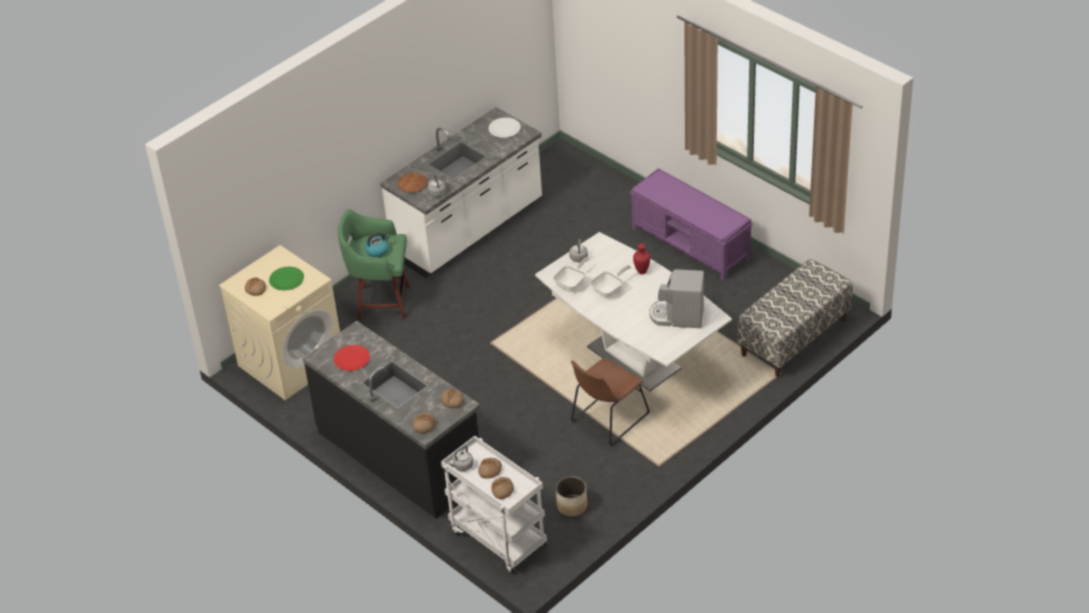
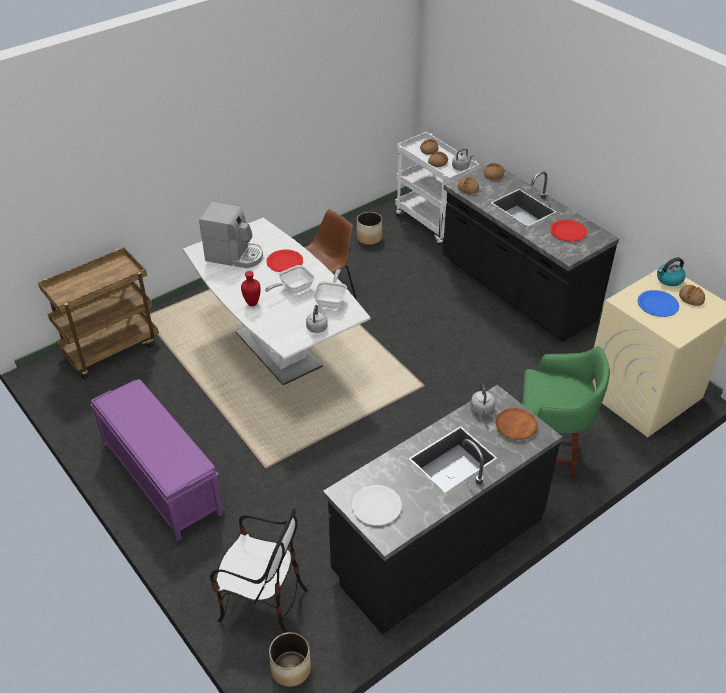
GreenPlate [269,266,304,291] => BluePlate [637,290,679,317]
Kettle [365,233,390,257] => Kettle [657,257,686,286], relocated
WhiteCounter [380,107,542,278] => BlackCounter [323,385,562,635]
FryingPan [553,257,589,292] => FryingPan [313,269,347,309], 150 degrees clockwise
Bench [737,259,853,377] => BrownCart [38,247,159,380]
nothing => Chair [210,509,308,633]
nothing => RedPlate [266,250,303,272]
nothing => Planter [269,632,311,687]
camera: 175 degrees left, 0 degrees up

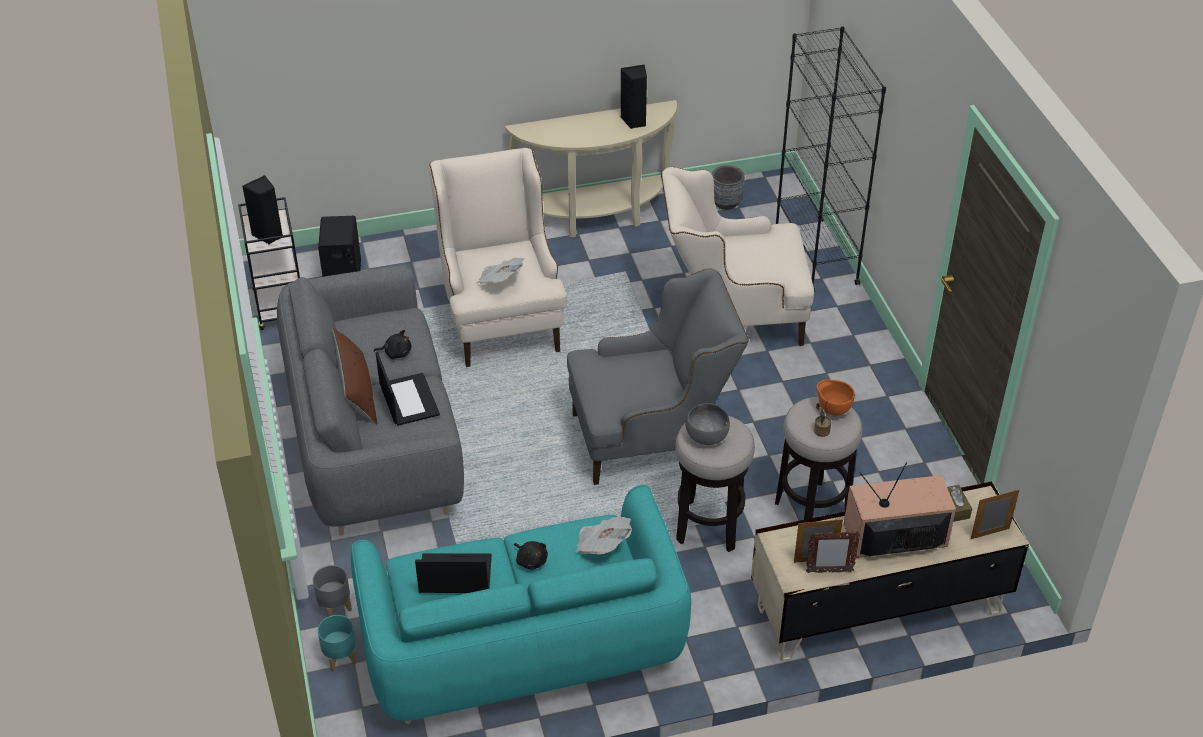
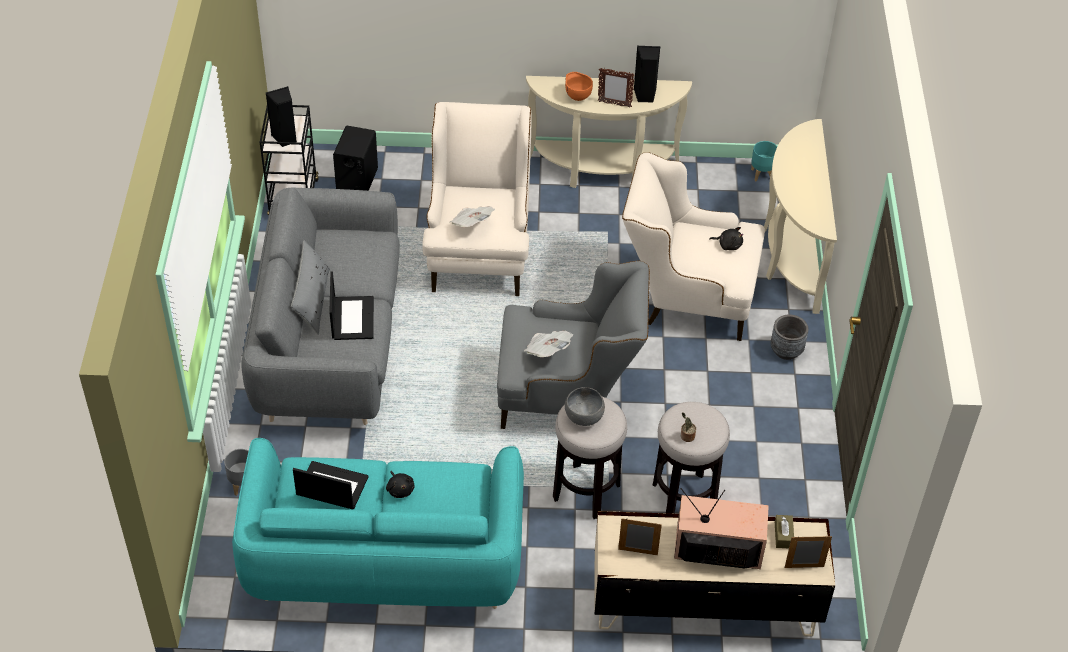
TurquoisePlanter [318,615,357,672] => TurquoisePlanter [751,141,777,181], relocated
BrownPillow [332,328,377,425] => GreyPillow [291,240,330,335]
BlackPlushToy [374,330,411,359] => BlackPlushToy [709,227,743,250], relocated
Newspaper [576,516,632,554] => Newspaper [524,330,573,357], relocated
GreyPlanter [712,166,745,210] => GreyPlanter [771,314,808,360], relocated
BlackBookcase [776,26,886,293] => BeigeConsoleTable [764,119,837,314]
PictureFrame [806,531,860,573] => PictureFrame [598,68,635,108], relocated
OrangeBowl [816,379,855,416] => OrangeBowl [565,72,593,101], relocated
camera: 15 degrees right, 5 degrees up

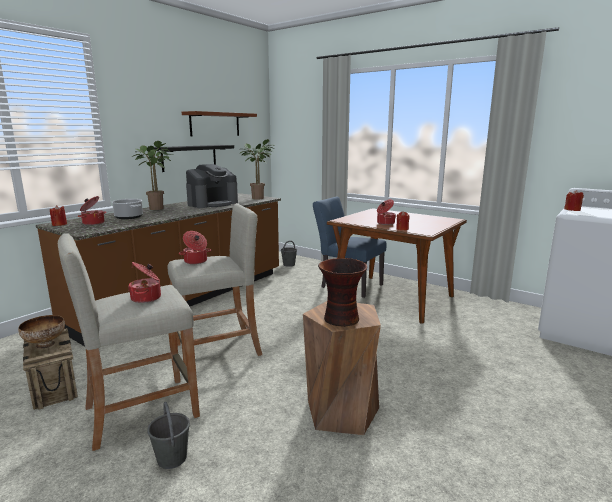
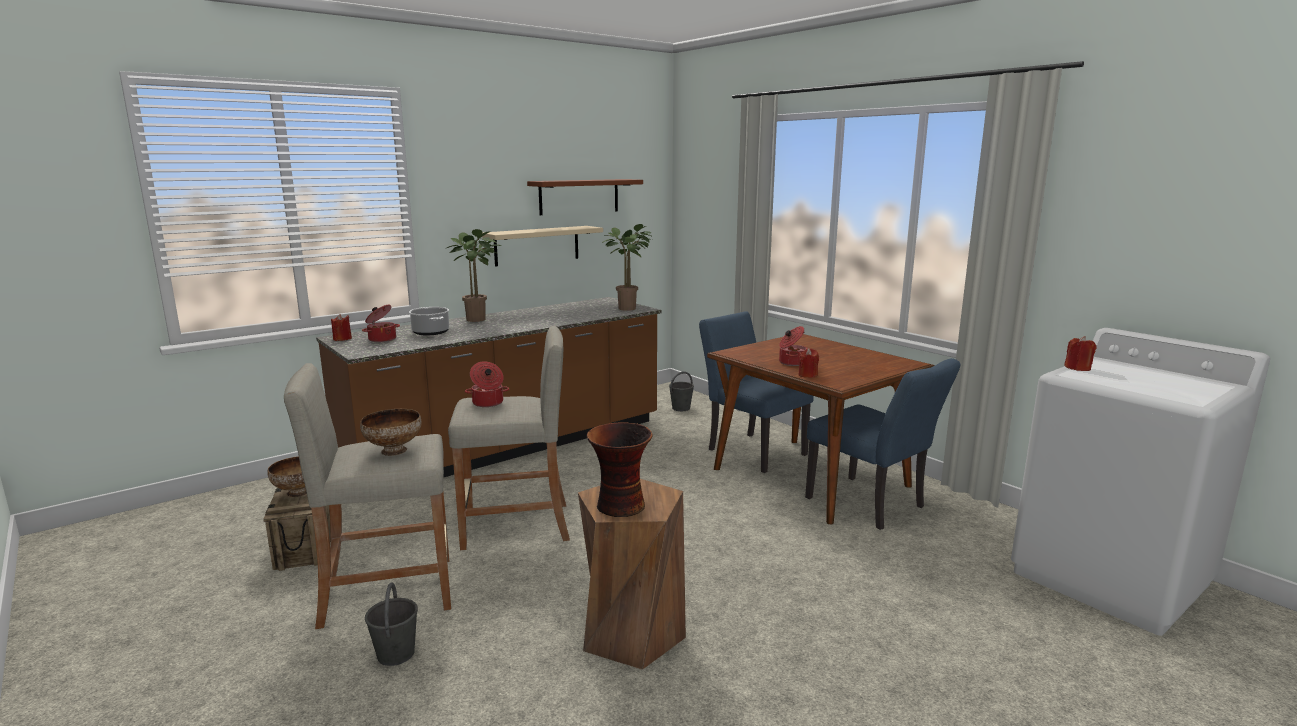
CookingPot [128,262,161,303] => Bowl [360,409,421,456]
BlackShelf [154,145,234,172] => BeigeShelf [482,226,603,267]
CoffeeMachine [186,164,238,208] => nothing
nothing => BlueChair [805,358,960,530]
camera: 15 degrees right, 0 degrees up

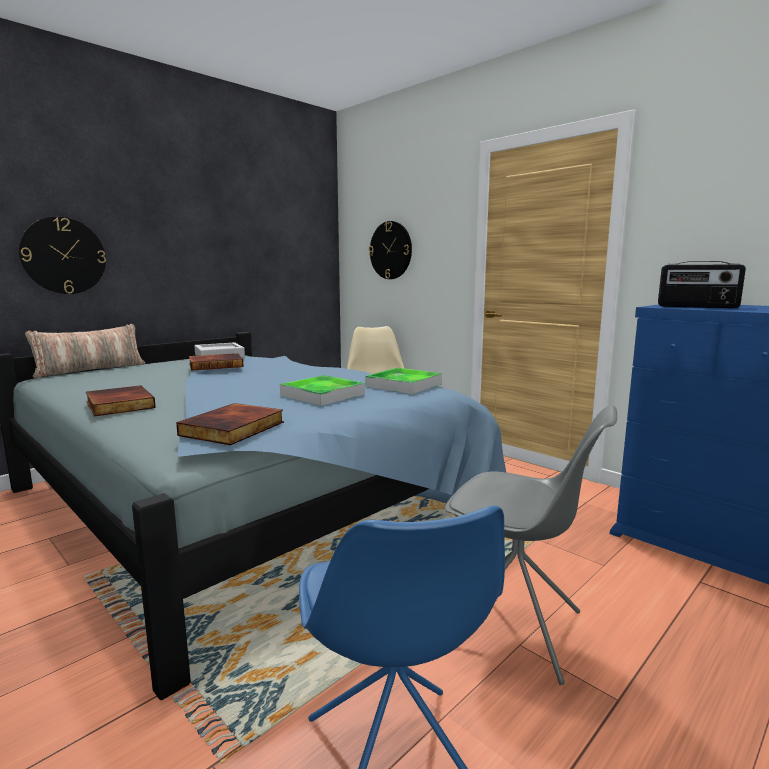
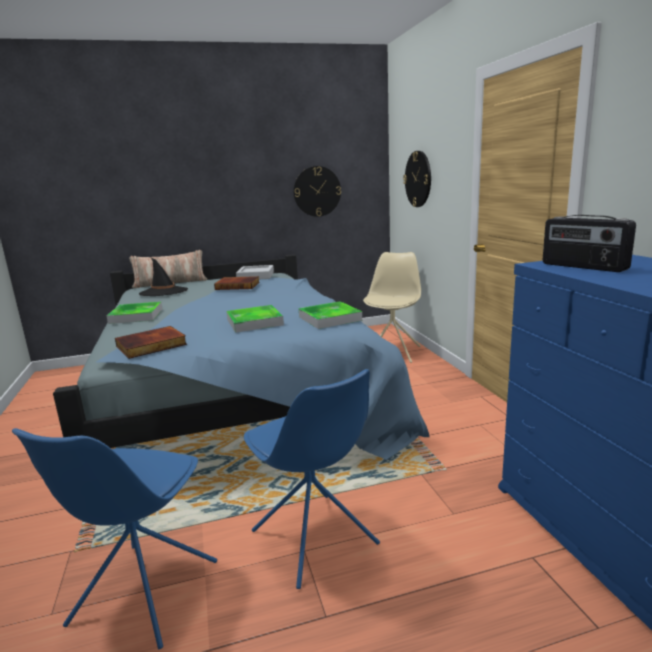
WallClock [19,217,106,294] => WallClock [293,166,341,217], relocated
Book [86,385,156,416] => Tray [107,302,162,324]
GreyChair [445,405,617,685] => BlueChair [244,369,380,589]
nothing => BlackHat [139,258,188,296]
camera: 30 degrees right, 5 degrees up

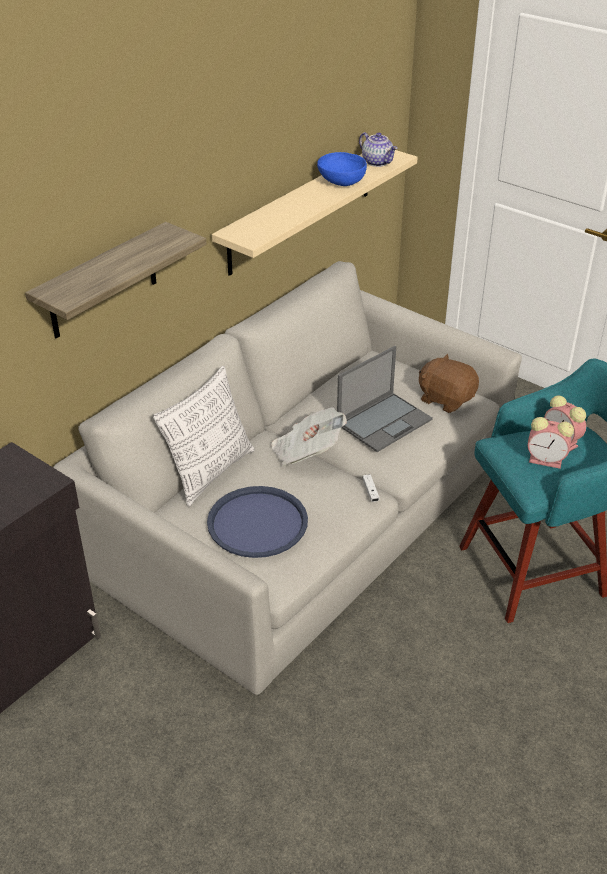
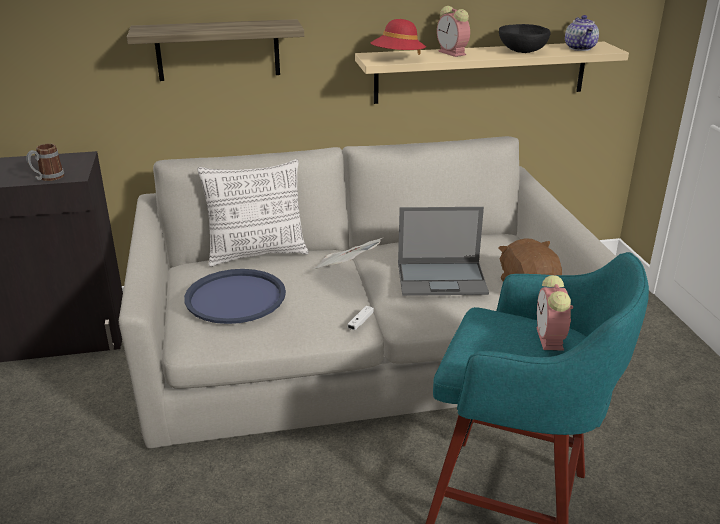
BlueBowl [317,152,367,186] => BlackBowl [499,24,551,53]
AlarmClock [528,417,574,469] => AlarmClock [437,6,470,57], relocated
nothing => Mug [26,144,64,181]
nothing => RedHat [370,19,426,55]
camera: 40 degrees right, 10 degrees down

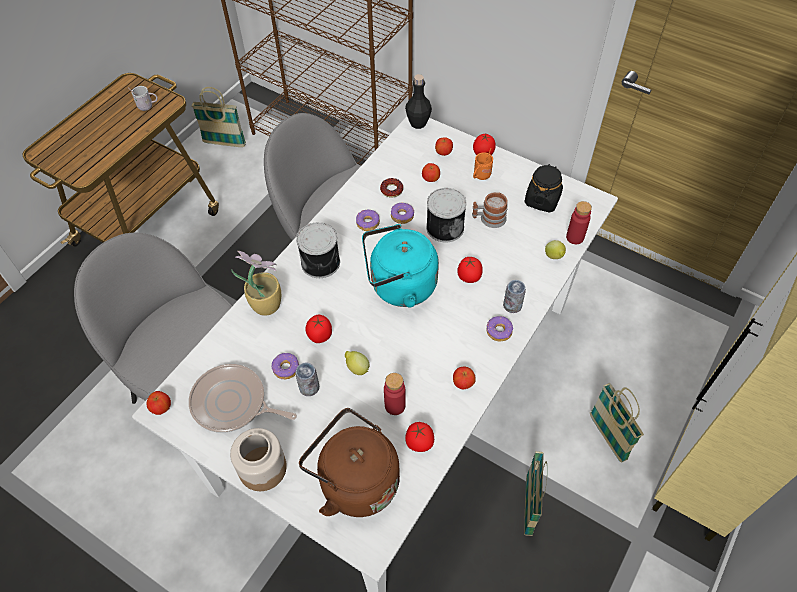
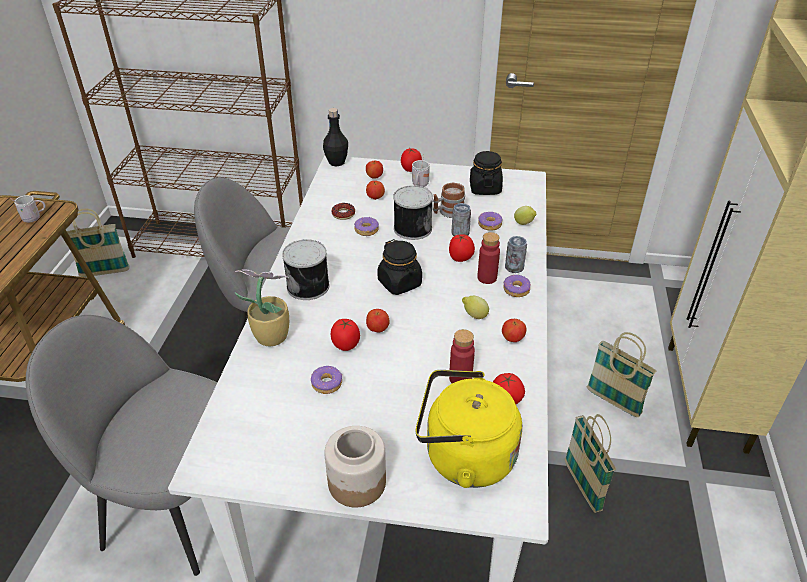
Apple [146,391,171,415] => Apple [366,309,390,332], relocated
FryingPan [189,364,297,433] => nothing
Can [295,363,319,396] => Can [452,203,471,236], relocated
BrownKettle [299,408,400,517] => YellowKettle [415,370,522,488]
Lemon [345,351,370,375] => Lemon [462,296,489,319], relocated
Donut [356,210,380,231] => Donut [478,212,502,231], relocated
TurquoiseKettle [362,224,439,308] => BlackJar [377,239,422,295]
OrangeMug [473,148,493,180] => WhiteMug [412,154,430,187]
RedBottle [566,201,592,244] => RedBottle [477,232,500,284], relocated
camera: 25 degrees left, 15 degrees down

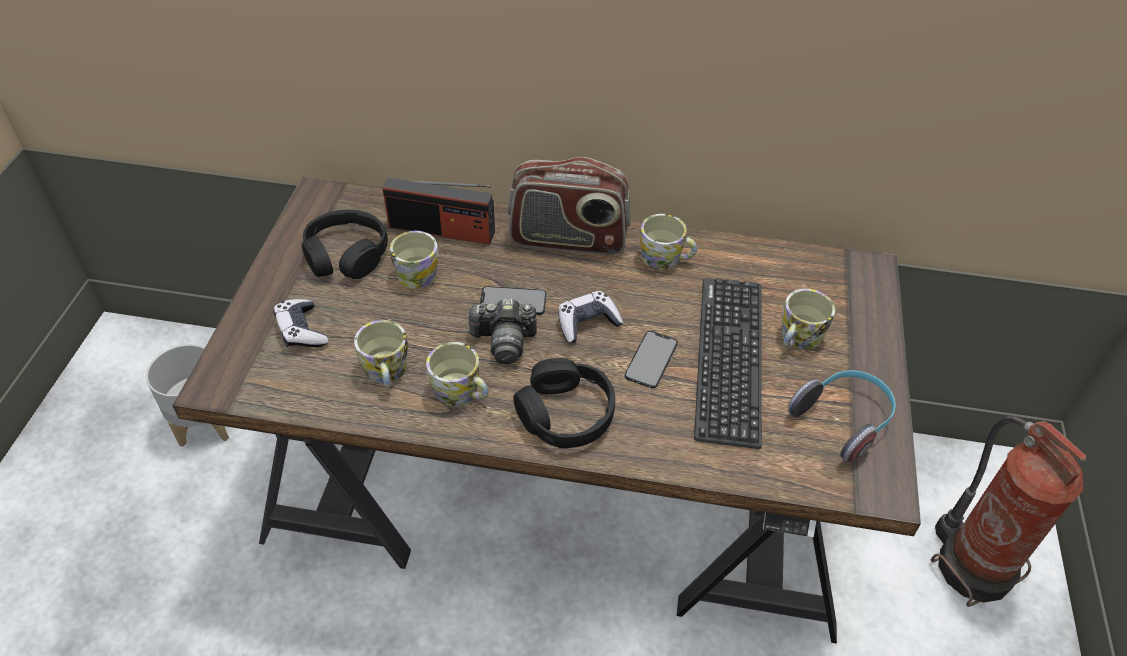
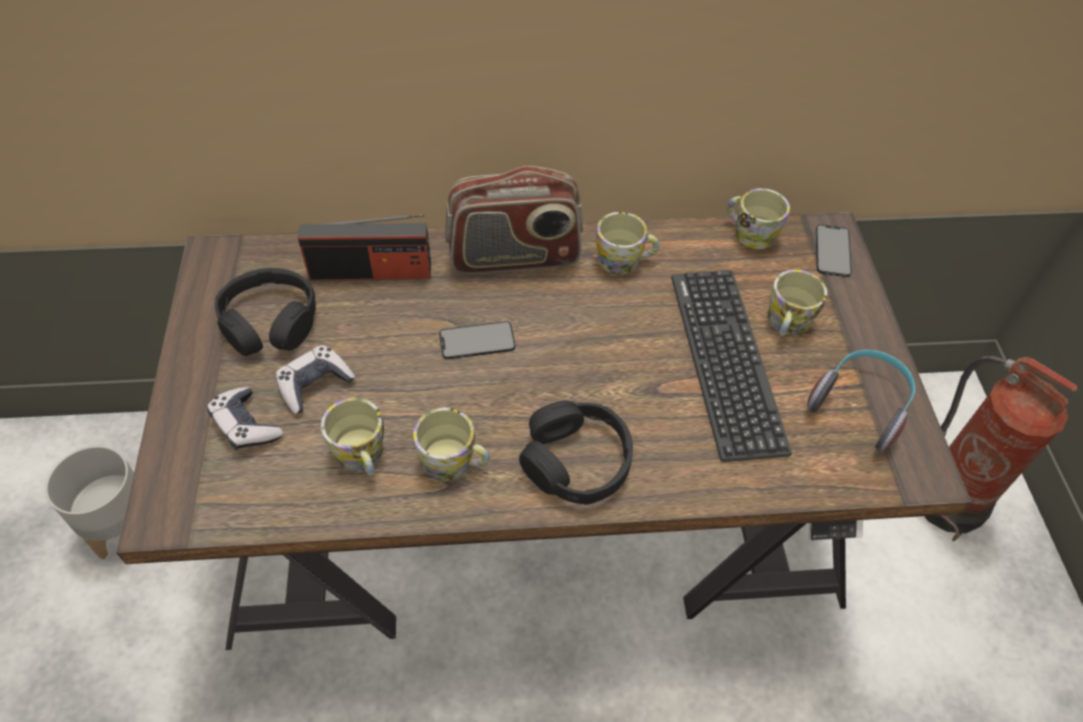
Mug [390,231,438,289] => Mug [727,188,790,249], relocated
PhotoCamera [466,299,537,364] => nothing
GameController [558,291,623,343] => GameController [276,345,355,414], relocated
Phone [625,331,678,388] => Phone [816,225,852,277], relocated
camera: 15 degrees left, 5 degrees up

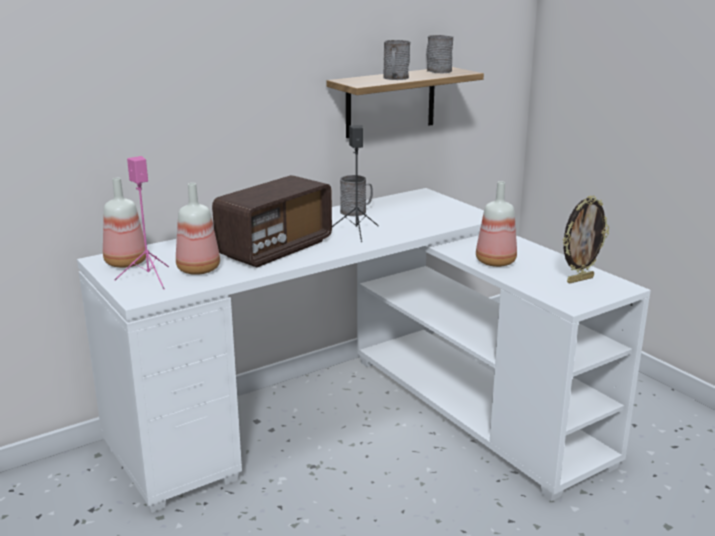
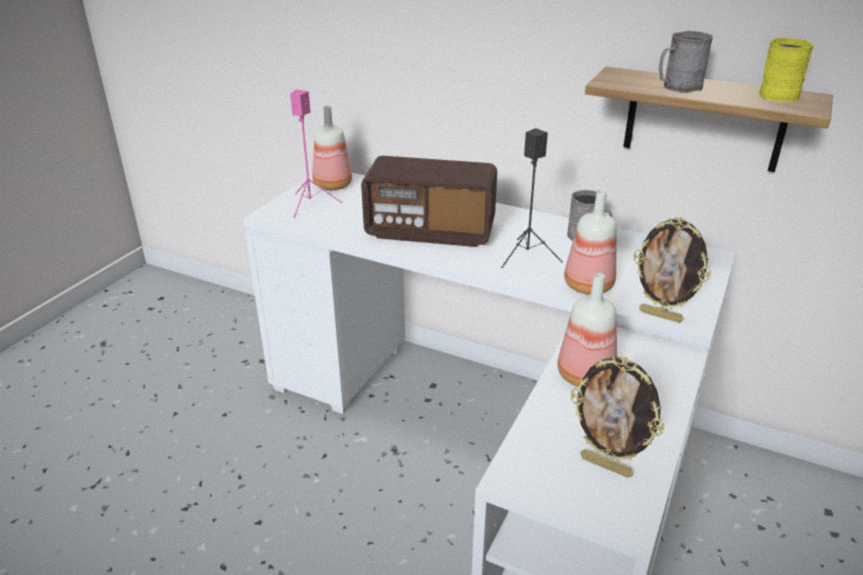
Bottle [176,183,220,275] => Bottle [564,190,616,295], relocated
GreyMug [426,35,453,73] => YellowMug [759,38,813,102]
nothing => PictureFrame [633,217,711,323]
camera: 60 degrees right, 10 degrees up

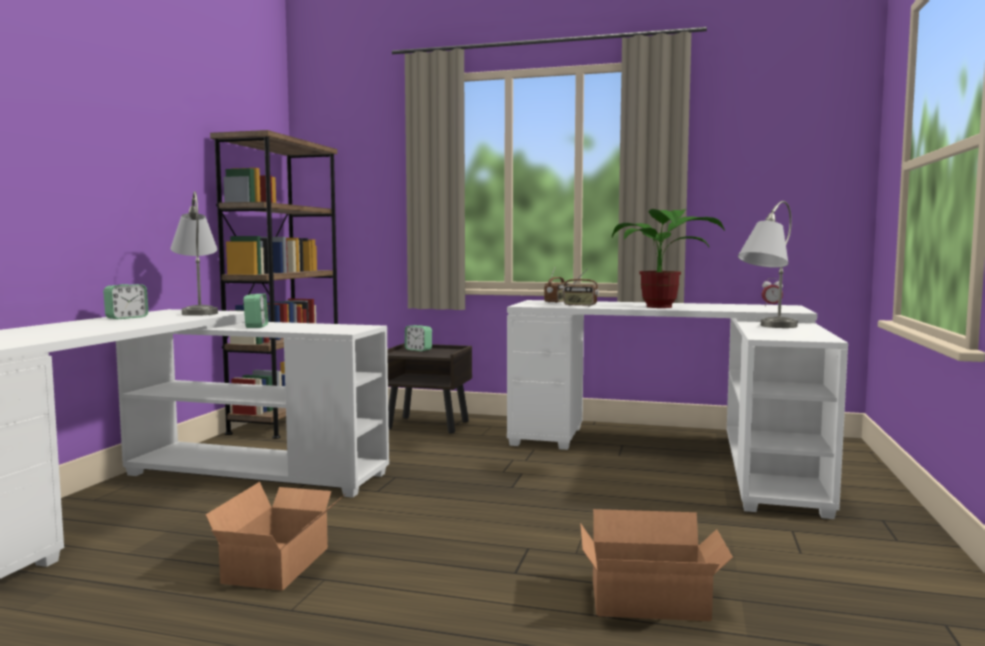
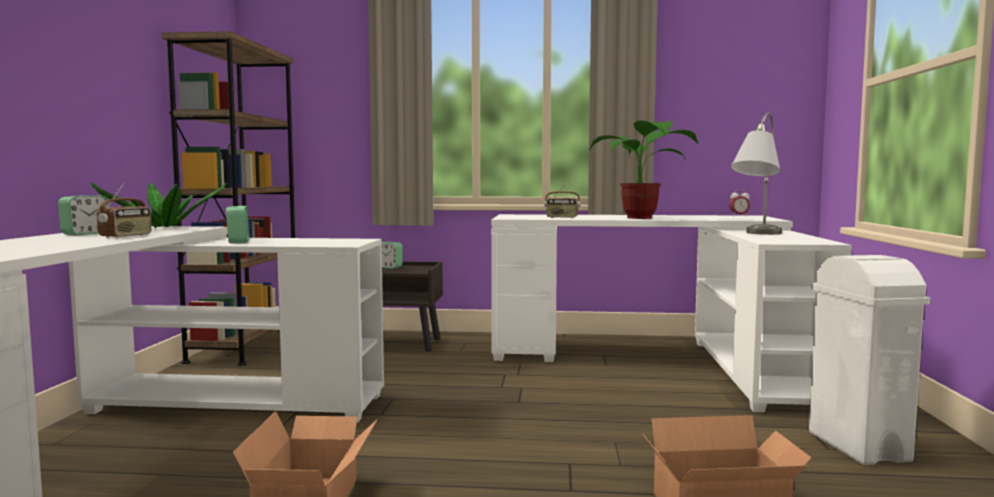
GreyTableLamp [171,191,218,316] => PottedPlant [90,182,227,228]
Radio [544,268,569,303] => Radio [97,183,152,238], relocated
nothing => WhiteTrashCan [809,255,930,465]
camera: 10 degrees left, 0 degrees up

